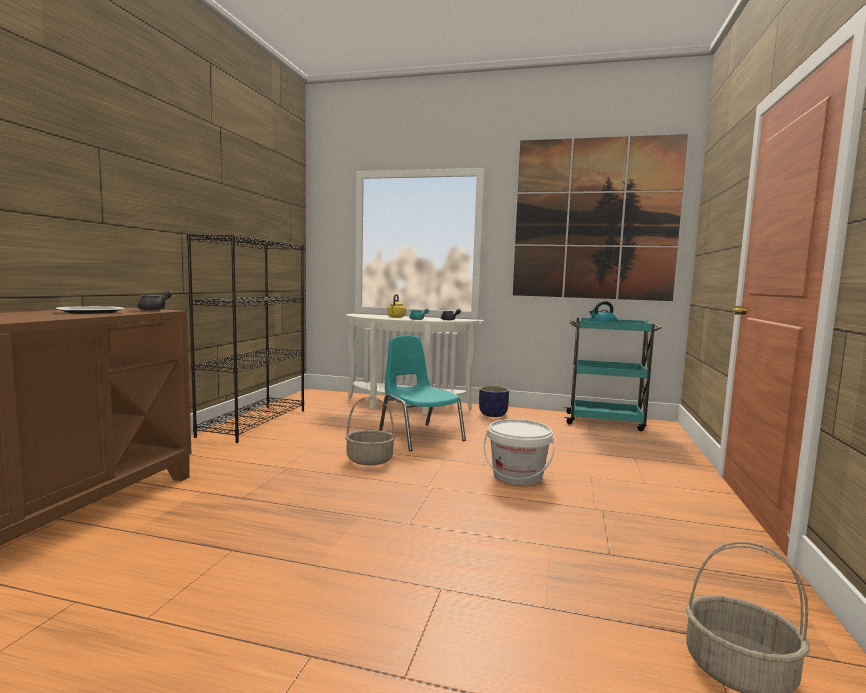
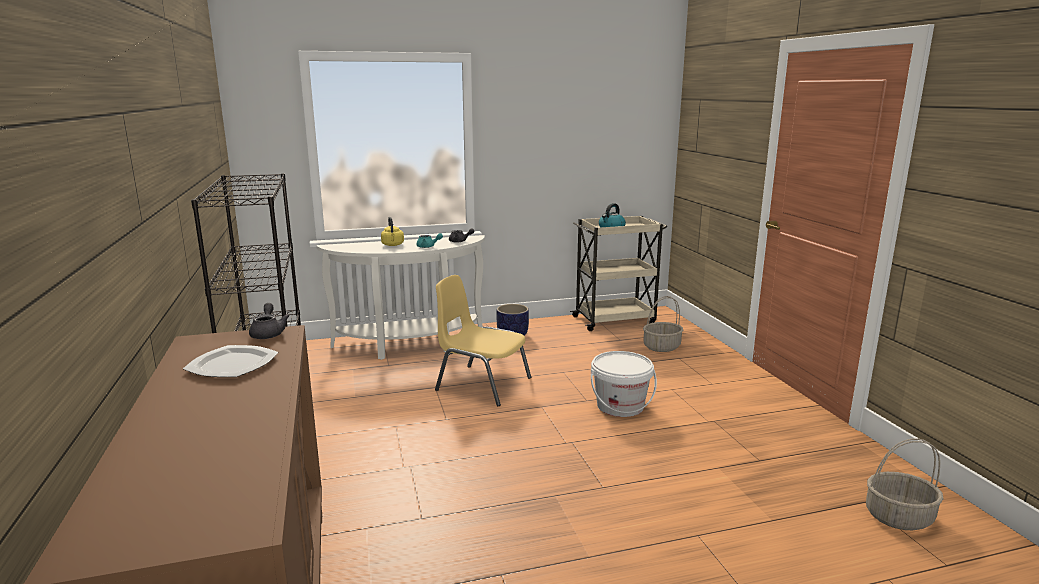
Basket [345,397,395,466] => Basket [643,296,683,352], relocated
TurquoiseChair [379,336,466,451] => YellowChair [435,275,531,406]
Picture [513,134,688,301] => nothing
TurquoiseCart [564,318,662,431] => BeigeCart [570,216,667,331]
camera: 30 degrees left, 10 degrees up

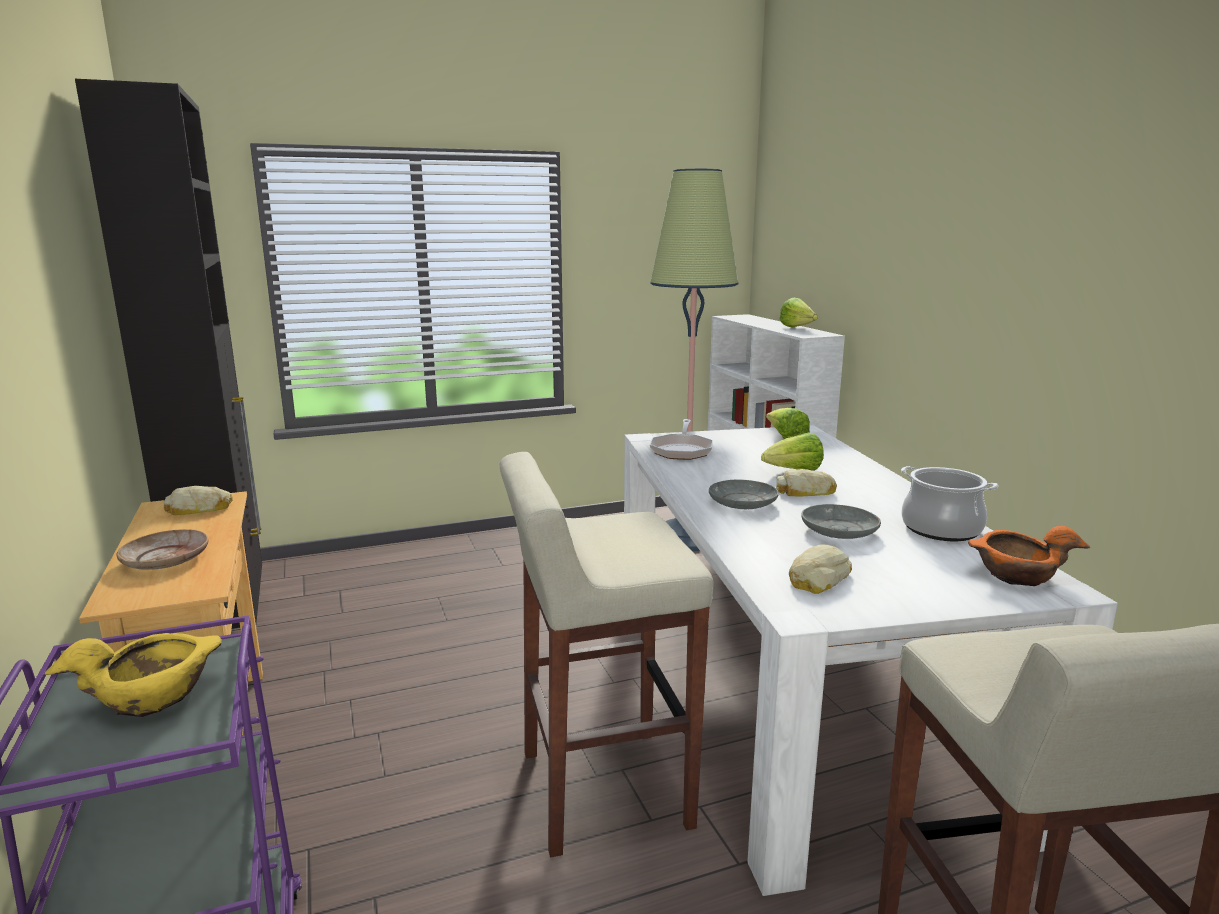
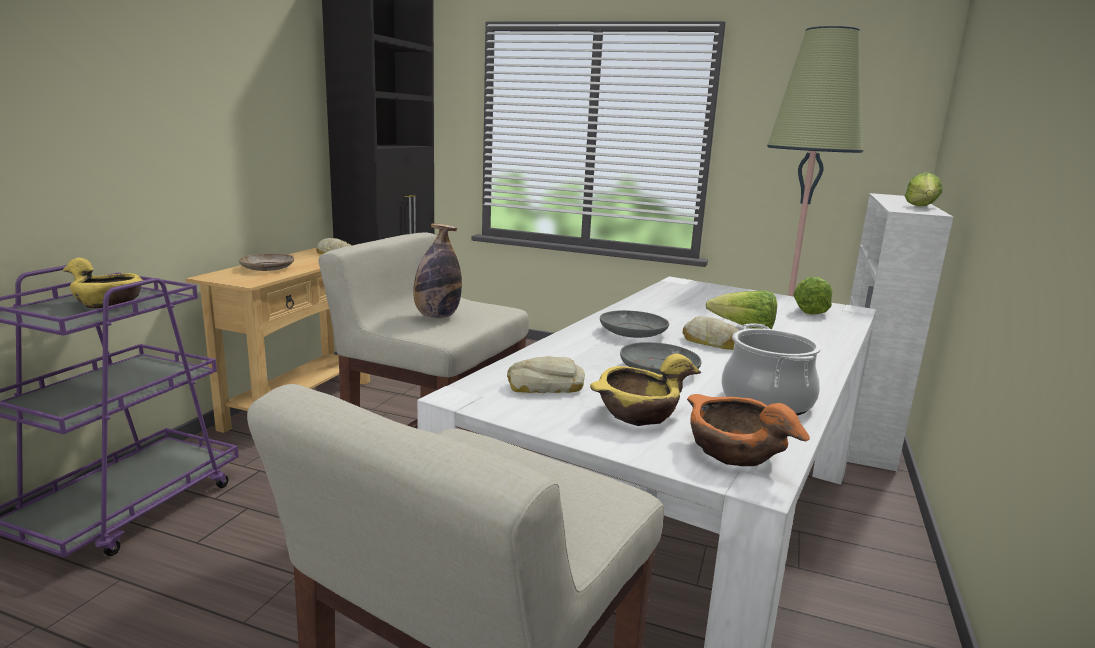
FryingPan [650,419,713,460] => nothing
nothing => Bottle [413,223,462,318]
nothing => YellowBowl [590,354,701,426]
camera: 40 degrees right, 0 degrees up

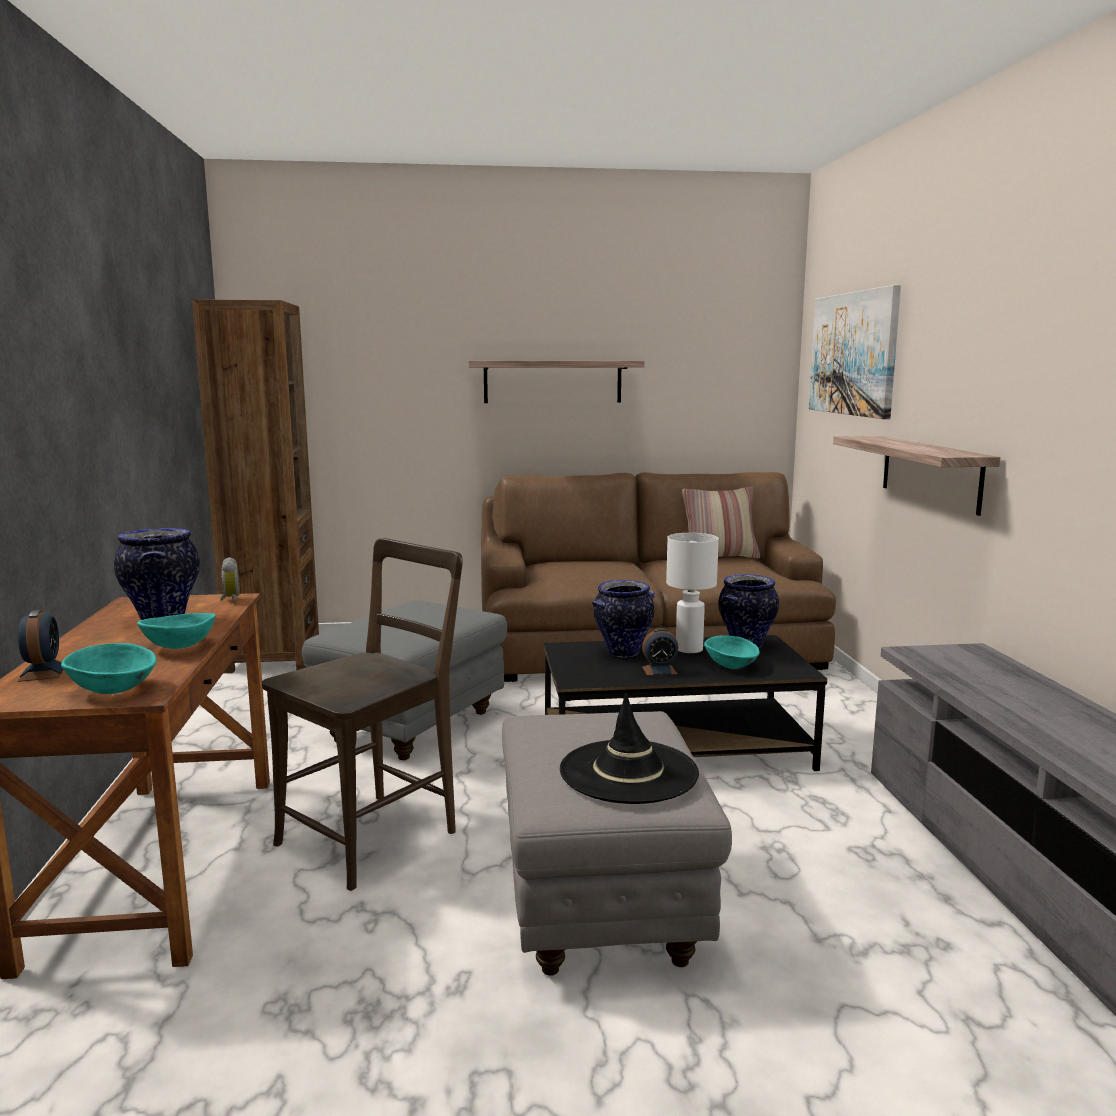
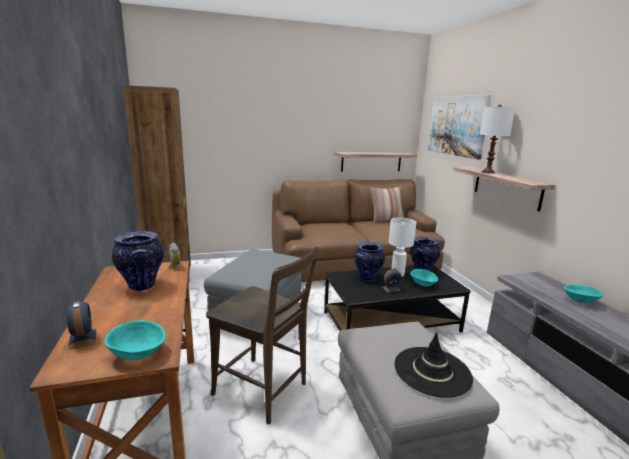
TurquoiseBowl [137,613,216,649] => TurquoiseBowl [564,285,603,303], relocated
BrownChair [262,538,463,891] => BrownChair [206,246,319,424], 90 degrees clockwise
Shelf [468,361,645,403] => Shelf [335,152,417,172], relocated
nothing => WhiteTableLamp [480,105,515,174]
camera: 10 degrees left, 5 degrees up

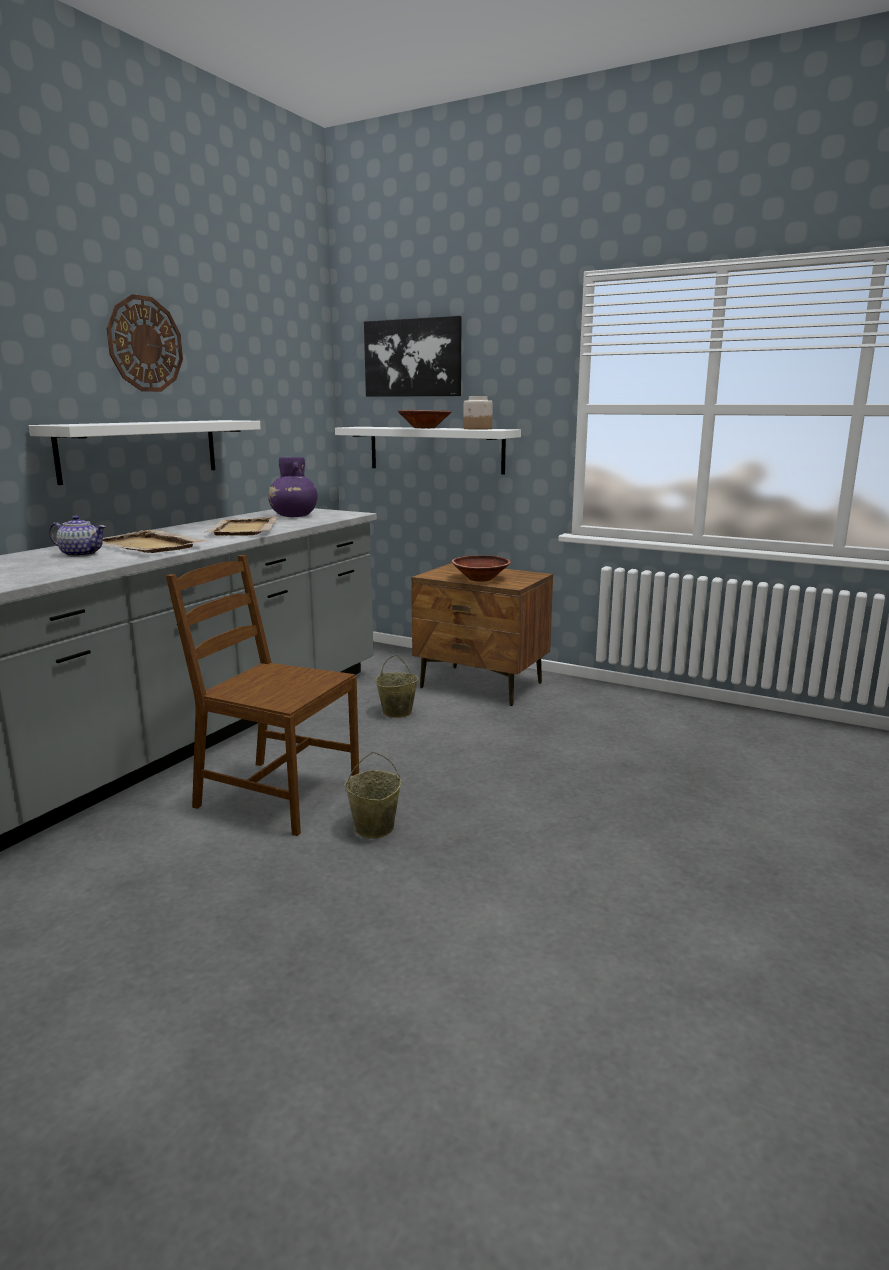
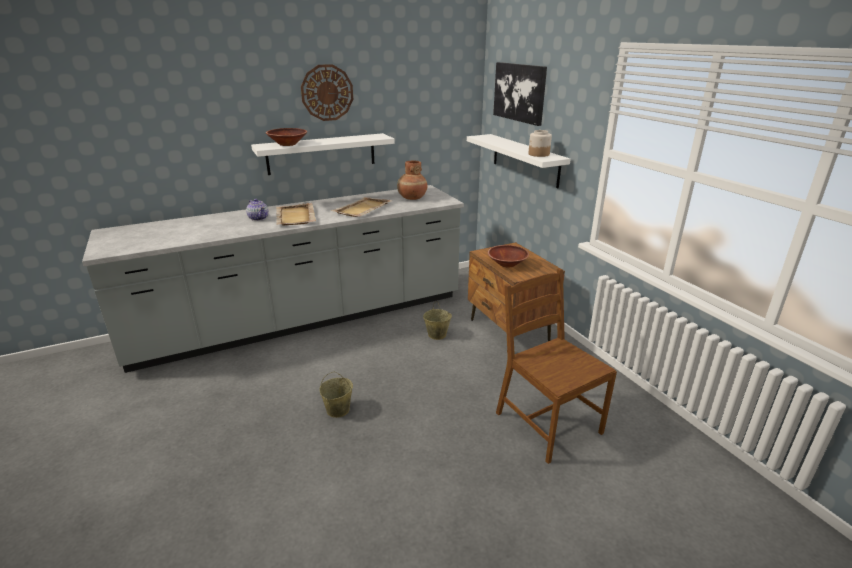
BrownChair [166,555,359,836] => BrownChair [496,268,617,464], relocated
PurpleVase [268,457,318,517] => BrownVase [397,160,427,200]
BrownBowl [397,410,452,428] => BrownBowl [266,128,307,146], relocated
camera: 35 degrees right, 10 degrees up

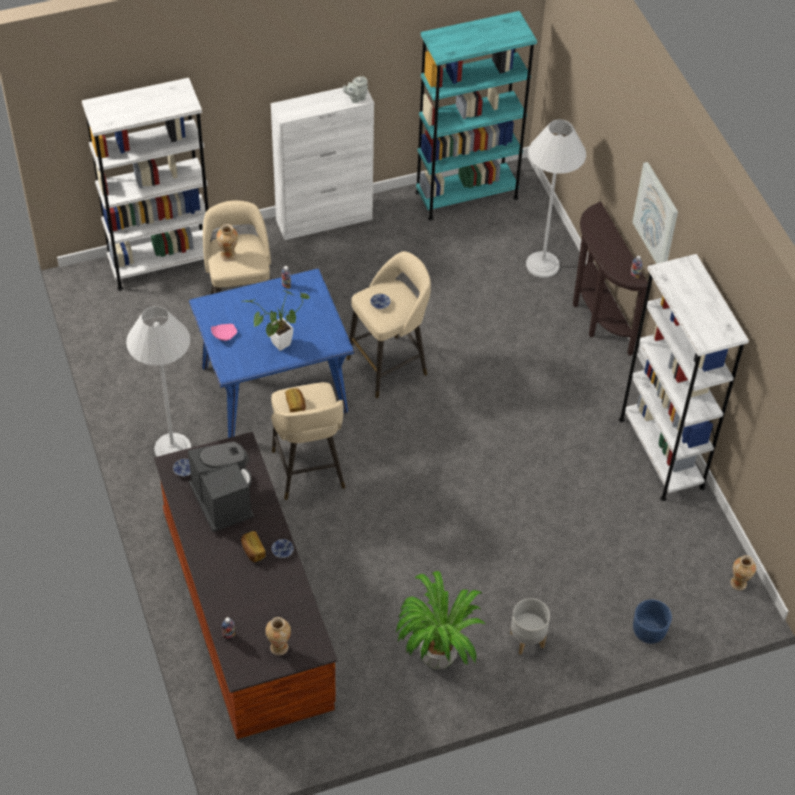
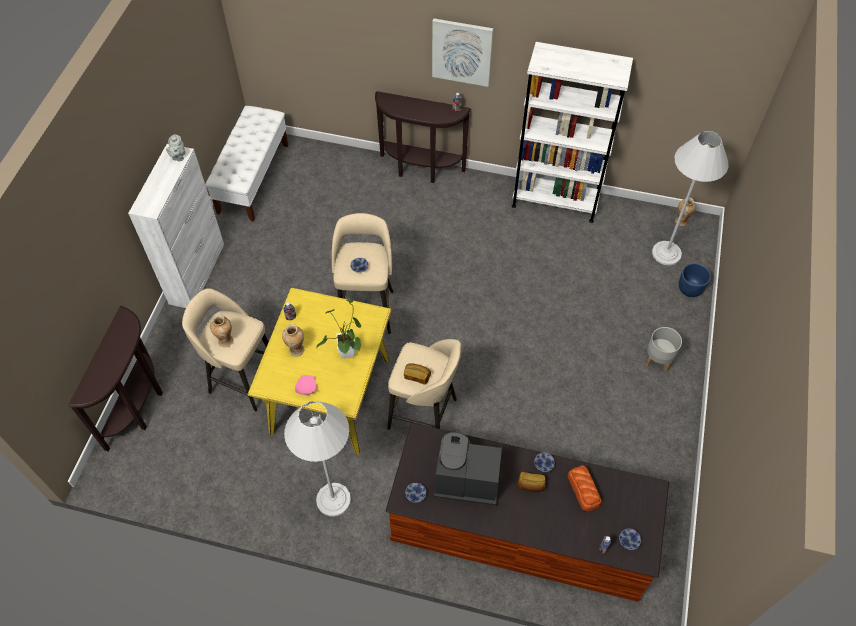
WhiteBookcase [82,77,211,291] => BrownConsoleTable [68,306,163,451]
BlueDiningTable [189,268,354,438] => YellowDiningTable [247,288,392,455]
Vase [265,617,291,656] => Vase [282,324,304,357], relocated
PottedPlant [396,571,487,670] => nothing
TurquoiseBookcase [415,11,537,221] => WhiteBench [205,106,288,222]
WhiteFloorLamp [526,119,586,278] => WhiteFloorLamp [652,131,729,265], relocated
nothing => Bread [567,465,602,511]
nothing => Bowl [619,529,641,550]
camera: 55 degrees left, 5 degrees up

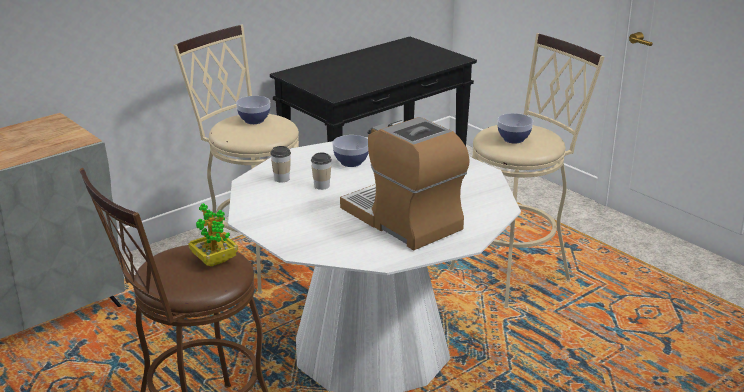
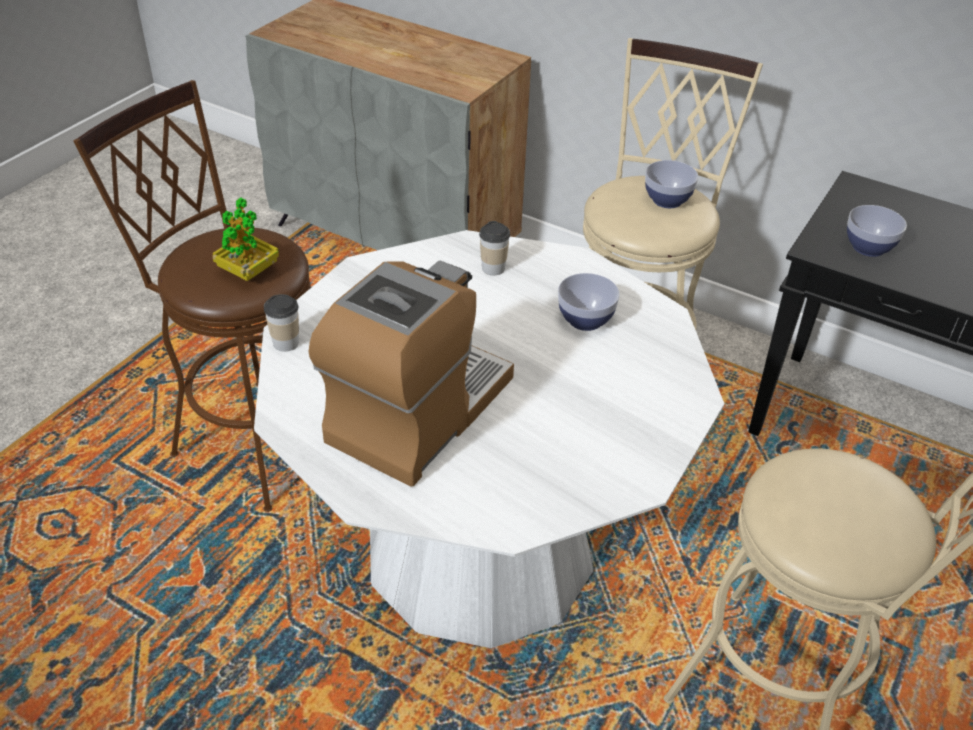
Cup [311,153,332,190] => Cup [264,294,299,352], relocated
Bowl [497,113,533,144] => Bowl [847,205,907,257], relocated
camera: 70 degrees right, 15 degrees up

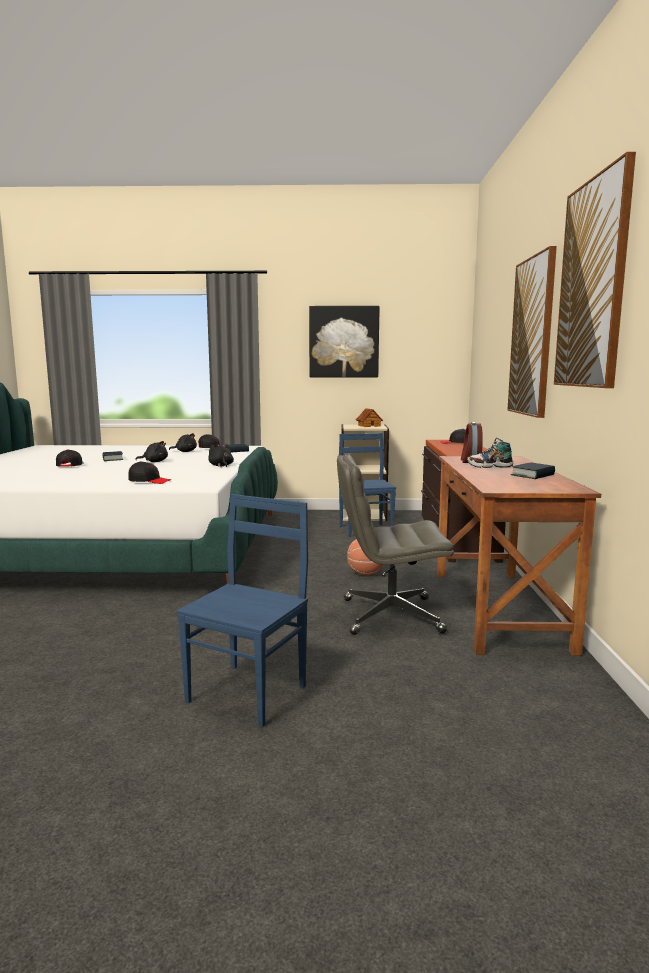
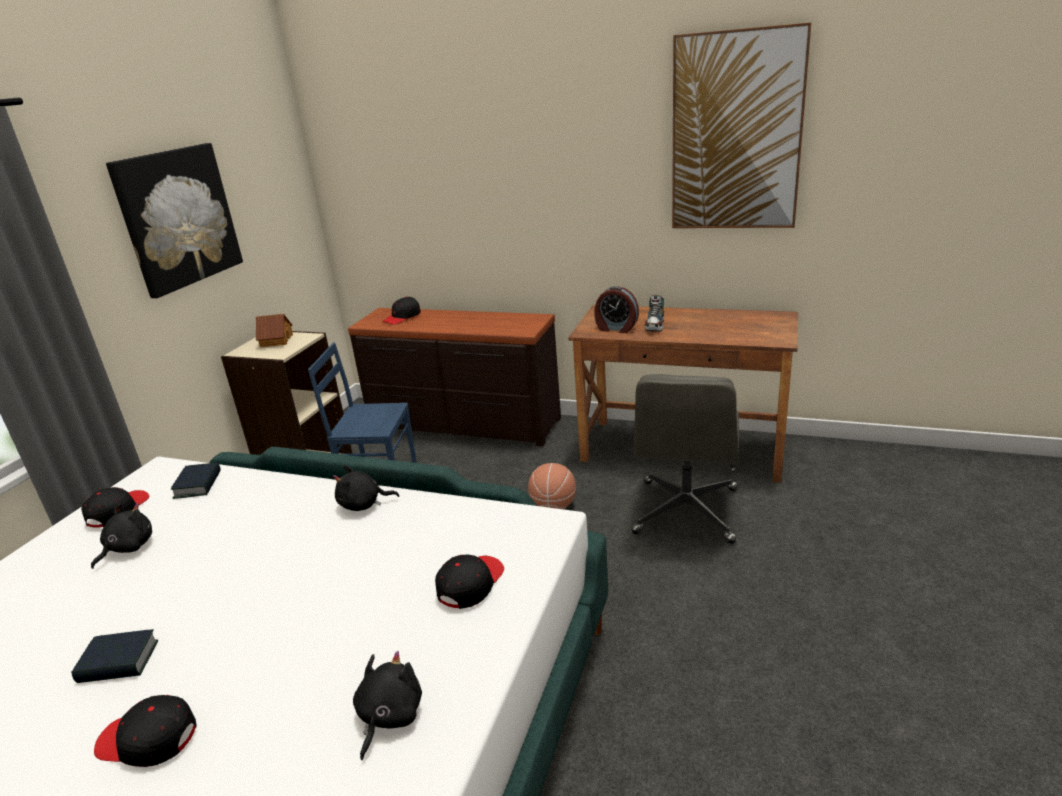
BlackPlushToy [135,441,168,462] => BlackPlushToy [353,651,422,760], relocated
BlueChair [177,494,308,727] => nothing
Picture [507,246,557,418] => nothing
Book [511,462,555,479] => nothing
camera: 70 degrees left, 15 degrees up

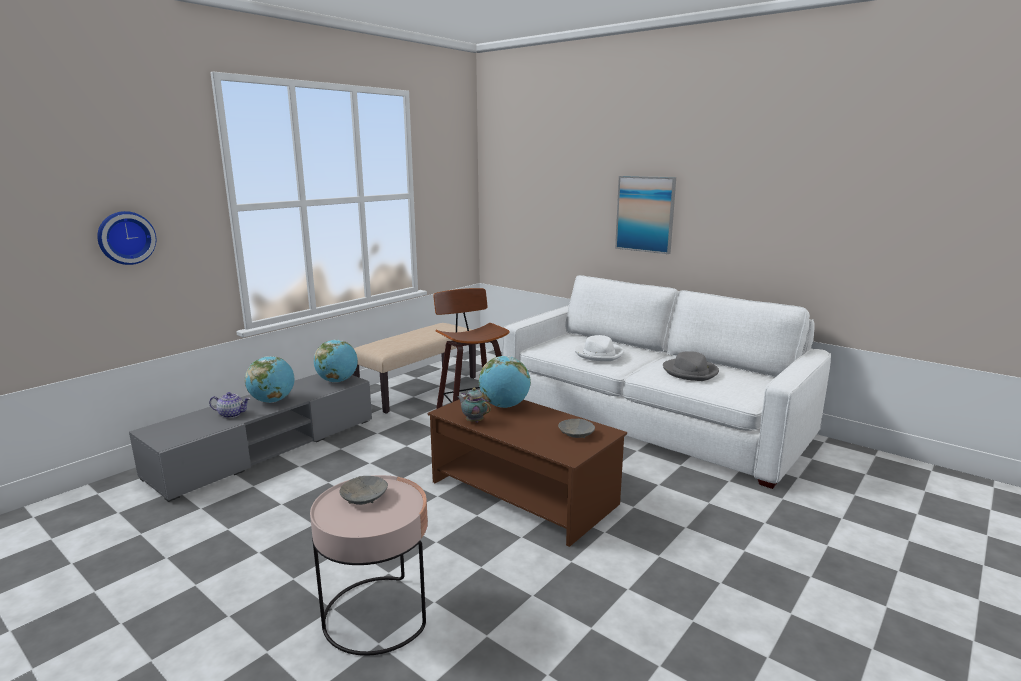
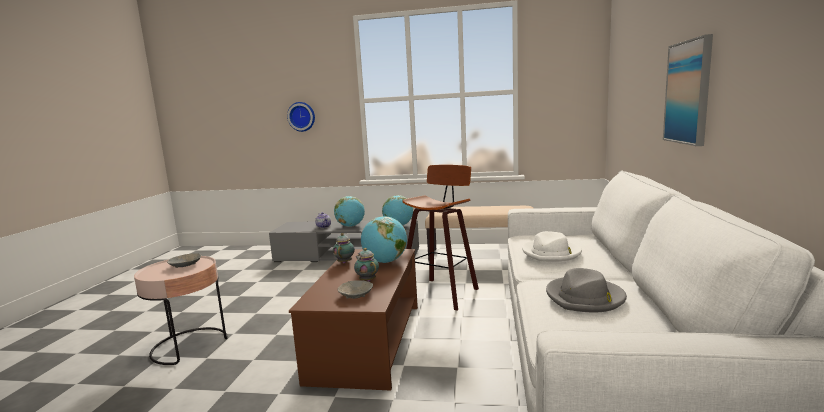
nothing => Teapot [354,248,379,282]
camera: 60 degrees right, 5 degrees down

